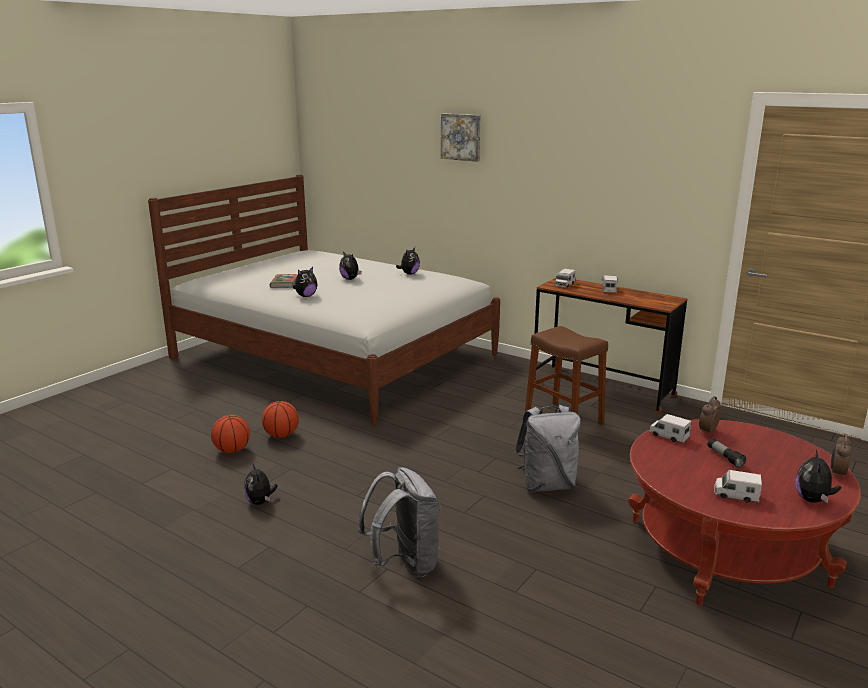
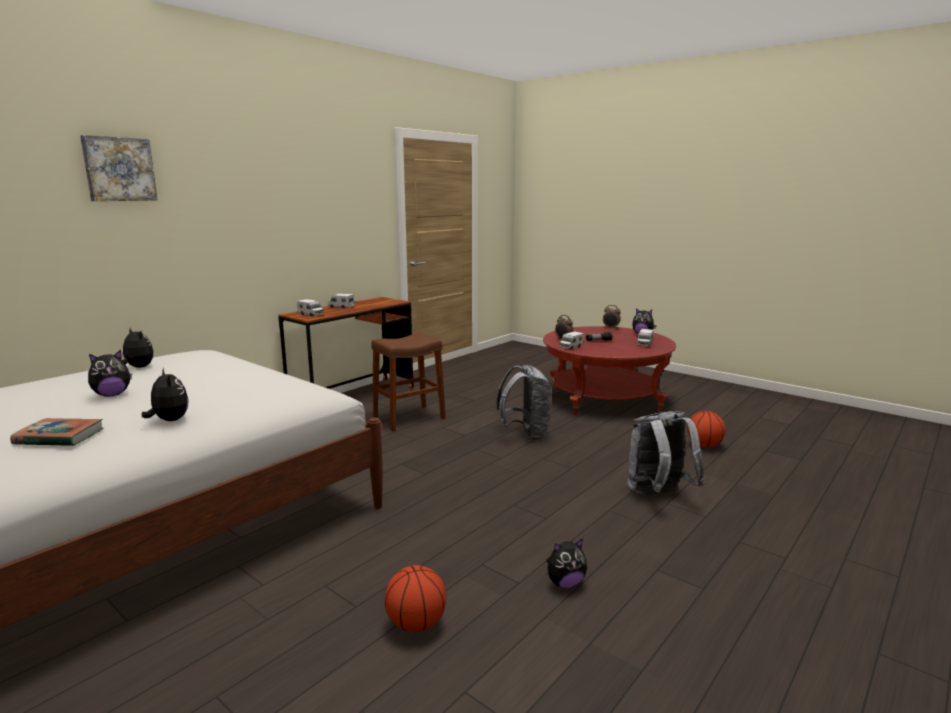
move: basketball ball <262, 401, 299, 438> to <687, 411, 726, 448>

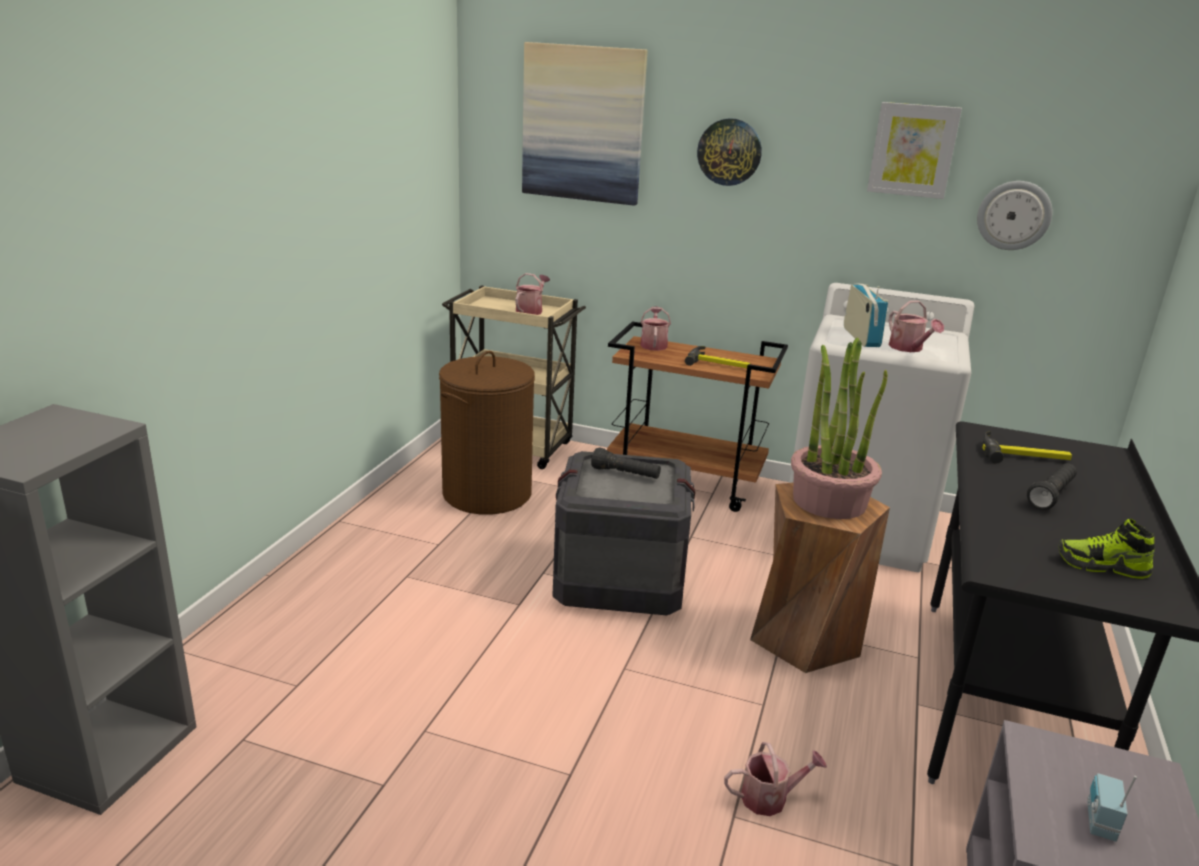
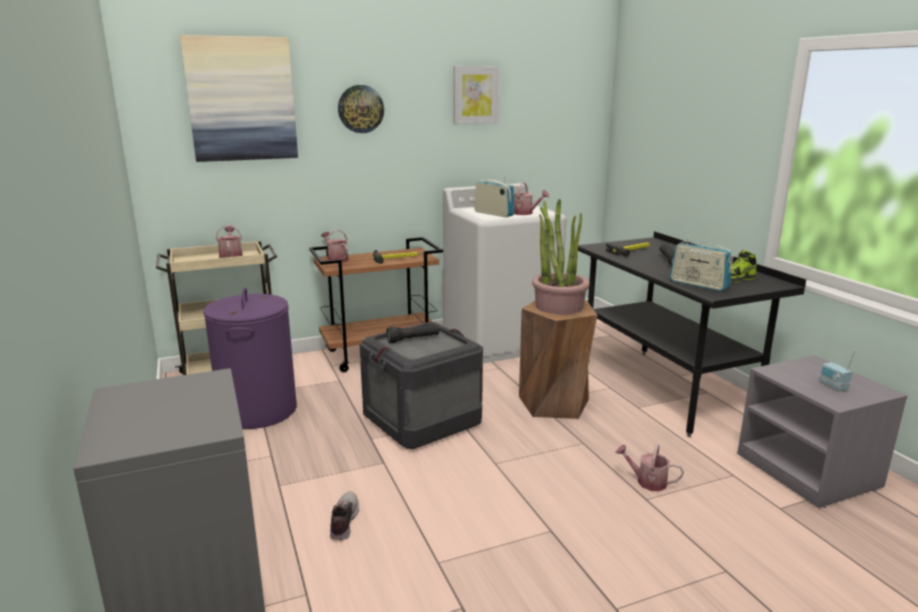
delete: clock on the wall <977, 181, 1052, 250>
insert: item of footwear <330, 491, 359, 540>; radio set <670, 236, 733, 292>
recolor: brownish hamper <439, 351, 535, 515> to purplish hamper <203, 288, 297, 429>
rotate: watering can <724, 742, 827, 816> = <615, 444, 684, 491> 105 degrees counterclockwise

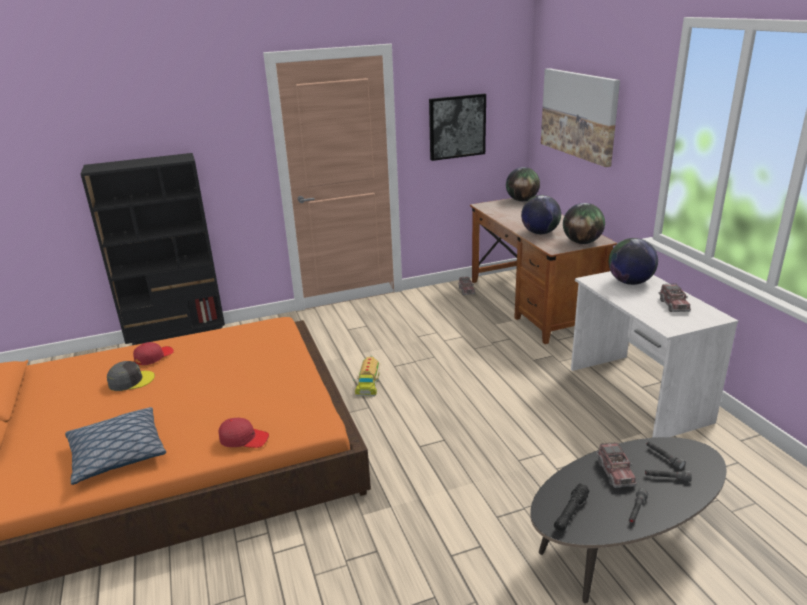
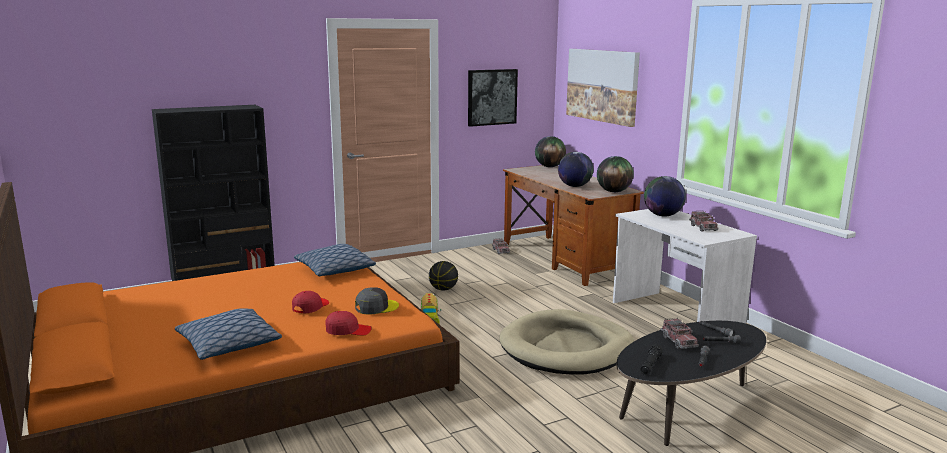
insert: pillow <294, 244, 376, 276>; basketball ball <429, 261, 458, 291>; beige pet bed <499, 309, 634, 375>
move: reddish cap <133, 342, 174, 365> to <292, 291, 329, 313>; gray cap <107, 361, 155, 391> to <355, 287, 399, 315>

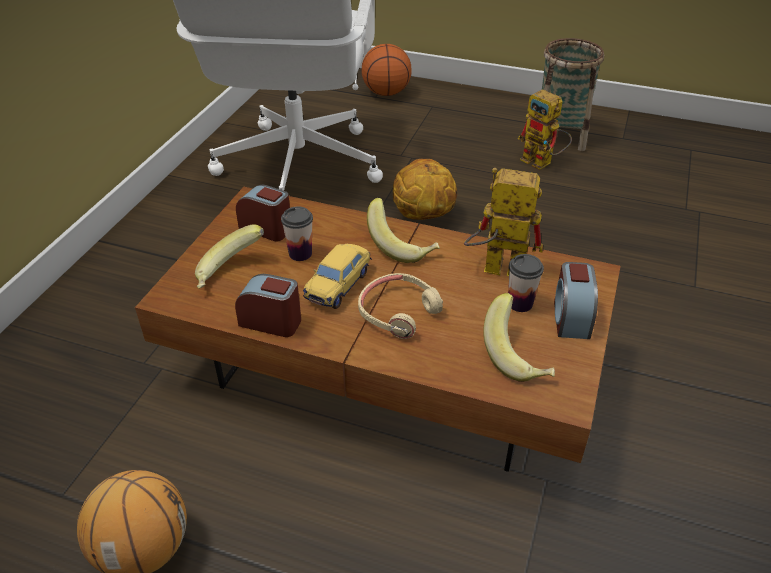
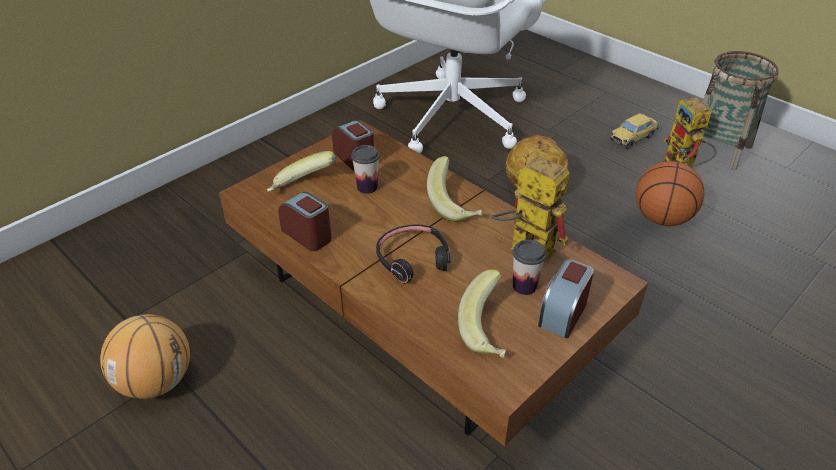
move: miniature car <303, 244, 372, 309> to <610, 113, 659, 149>; basketball ball <361, 44, 412, 96> to <636, 161, 704, 226>
recolor: beige pair of headphones <358, 273, 443, 339> to blackish pair of headphones <376, 224, 451, 284>

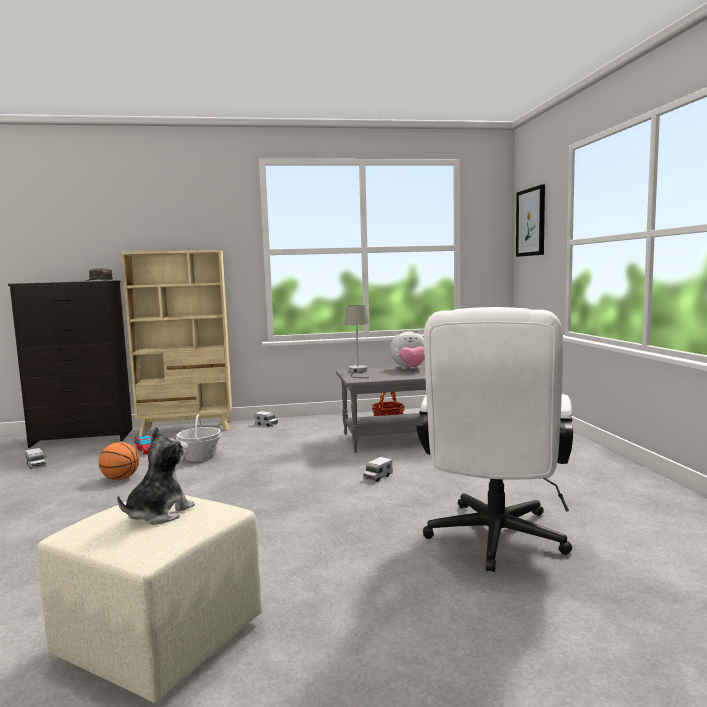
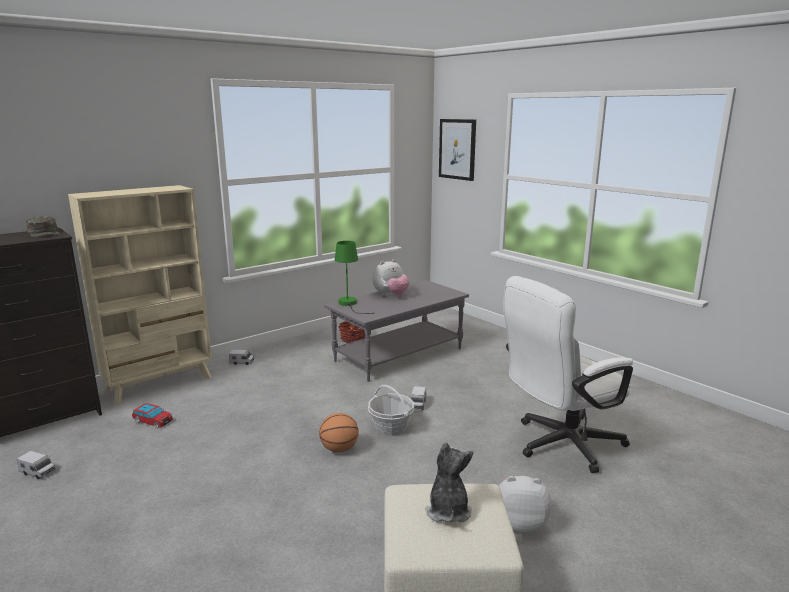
insert: plush toy <499, 476, 552, 532>
move: basketball ball <99, 442, 139, 480> to <319, 413, 359, 452>; household basket <176, 415, 221, 461> to <368, 385, 414, 436>
recolor: gray lamp for a table <344, 305, 369, 378> to greenish lamp for a table <335, 241, 373, 314>
rotate: whitish computer chair <416, 307, 573, 572> = <503, 276, 633, 473> 75 degrees clockwise

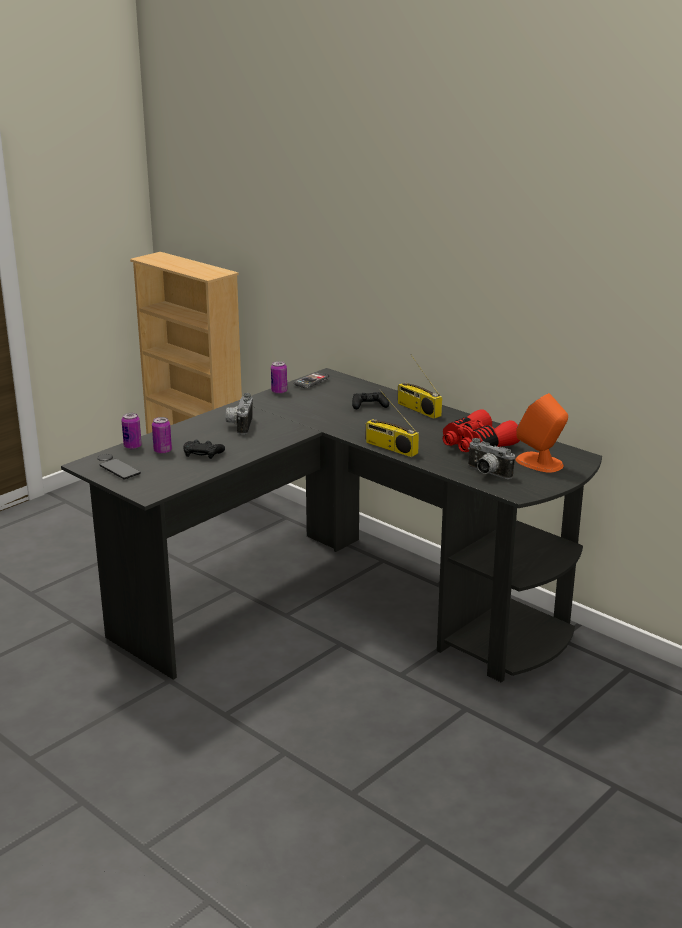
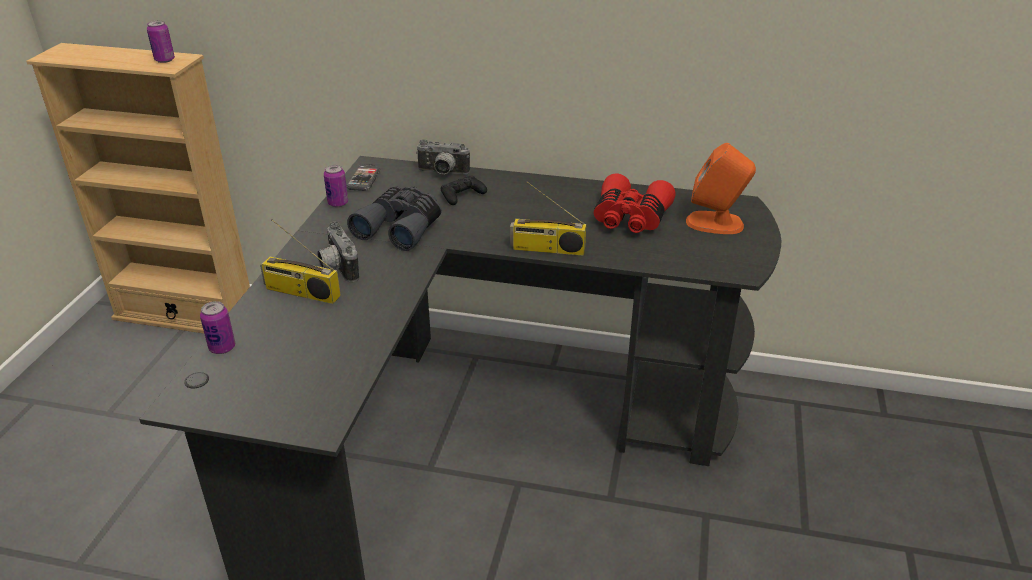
delete: phone <100, 459, 141, 479>; blackish joypad <183, 440, 225, 459>
insert: gray pair of binoculars <347, 186, 442, 251>
move: sealed can <152, 417, 172, 454> to <147, 21, 175, 63>; radio set <397, 355, 442, 419> to <260, 219, 341, 304>; photo camera <468, 438, 515, 479> to <416, 139, 470, 175>

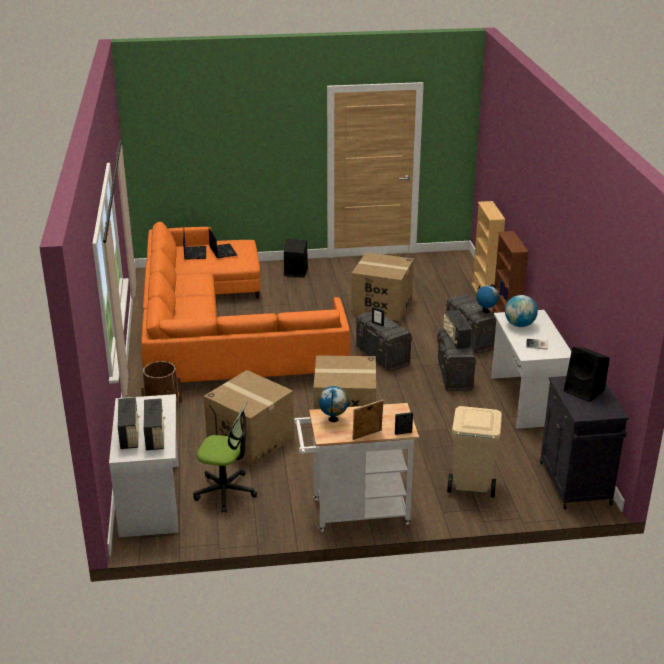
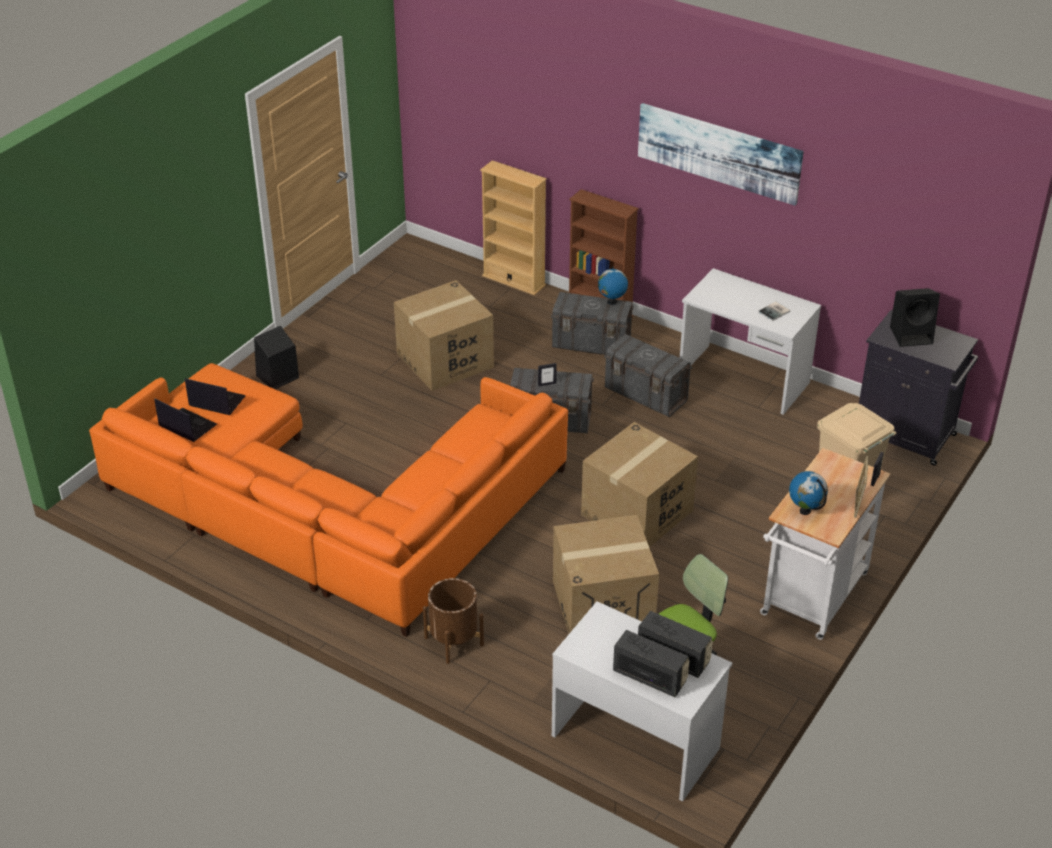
delete: radio set <443, 310, 472, 349>; globe <505, 295, 538, 327>
insert: picture <638, 103, 804, 206>

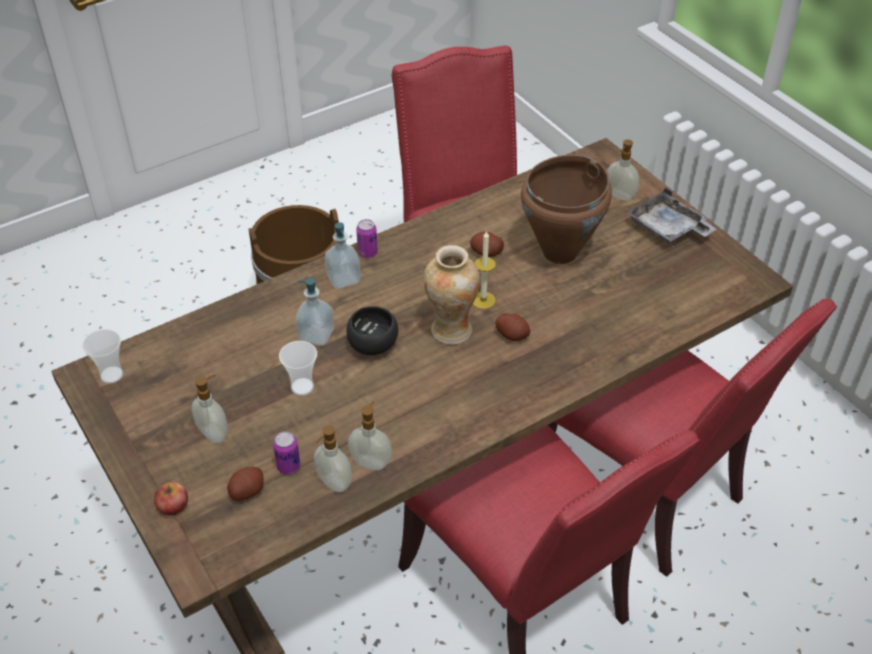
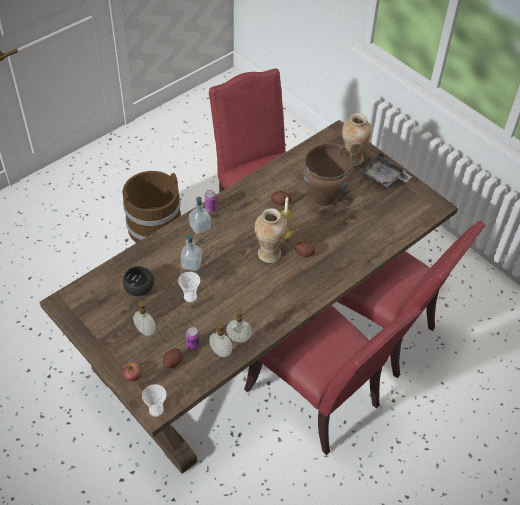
move: blackish serving bowl <347, 306, 398, 355> to <123, 266, 154, 296>; small cup <82, 329, 123, 384> to <142, 384, 167, 417>
replace: soap bottle <607, 140, 639, 201> to decorative vase <342, 113, 372, 166>

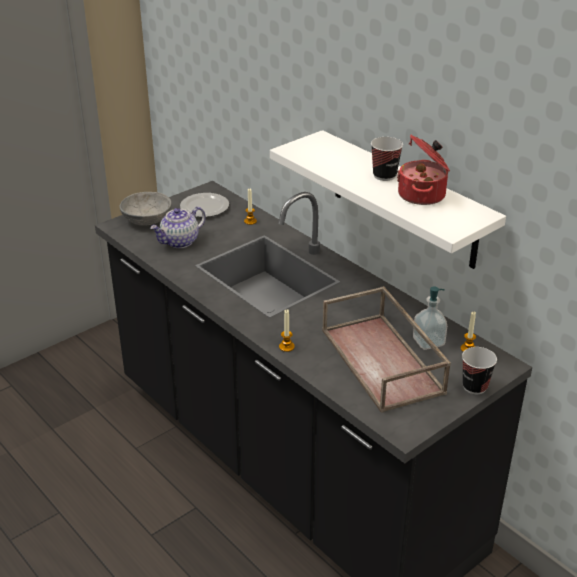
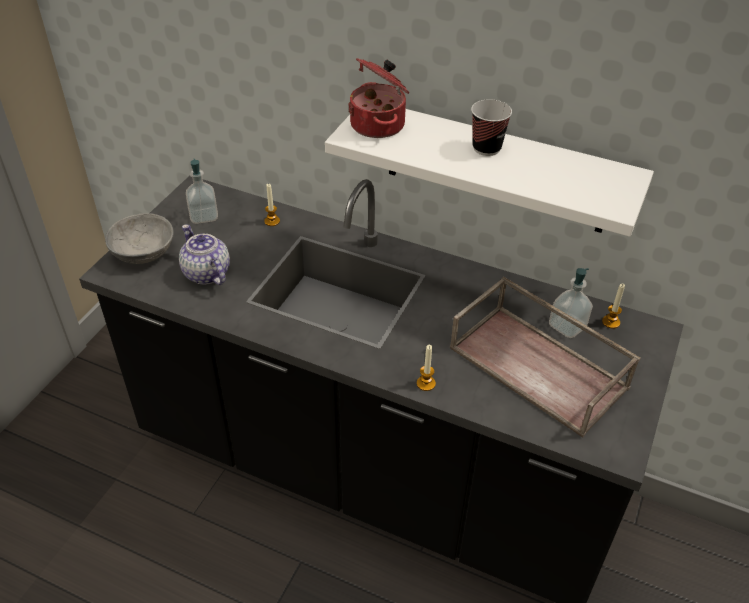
delete: small cup <462, 347, 497, 394>
move: cooking pot <397, 135, 450, 205> to <348, 58, 409, 138>
replace: plate <180, 193, 229, 217> to soap bottle <186, 159, 218, 224>
rotate: teapot <150, 207, 206, 248> = <179, 224, 230, 285> 120 degrees clockwise

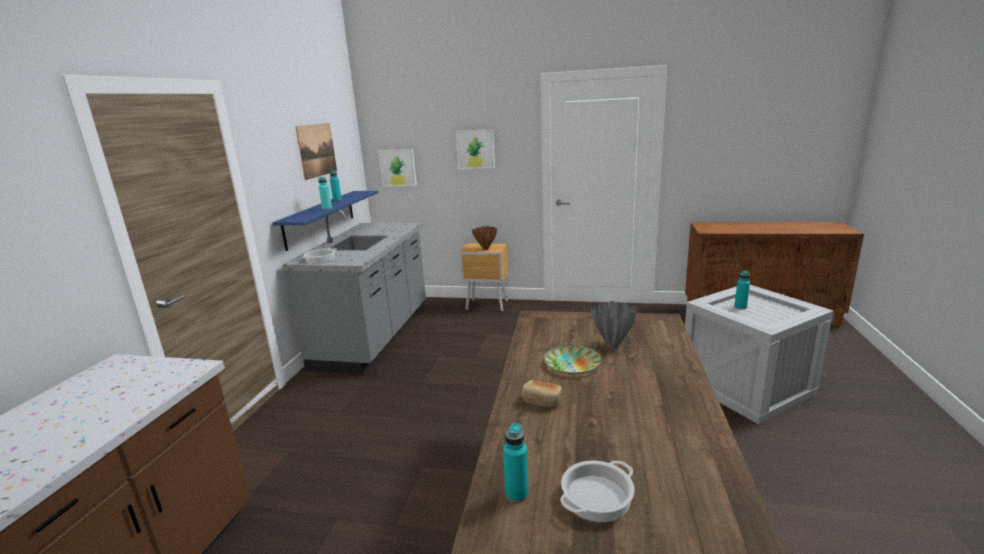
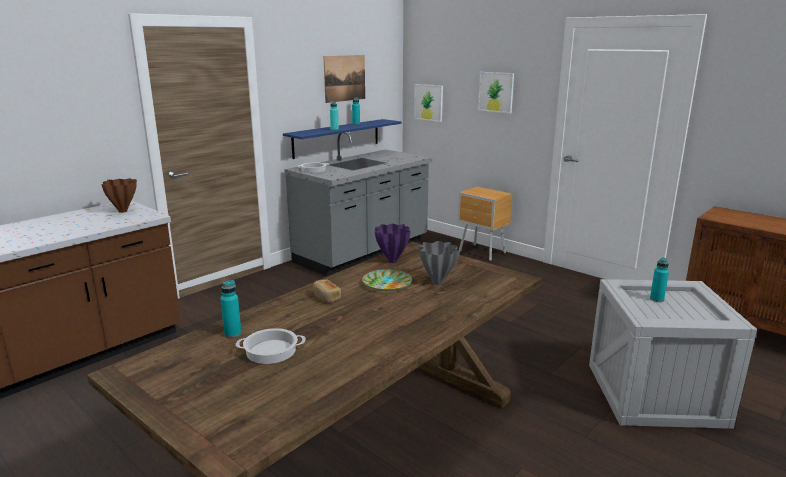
insert: purplish decorative vase <375, 224, 410, 263>
move: brownish decorative vase <472, 226, 497, 250> to <101, 178, 137, 213>

